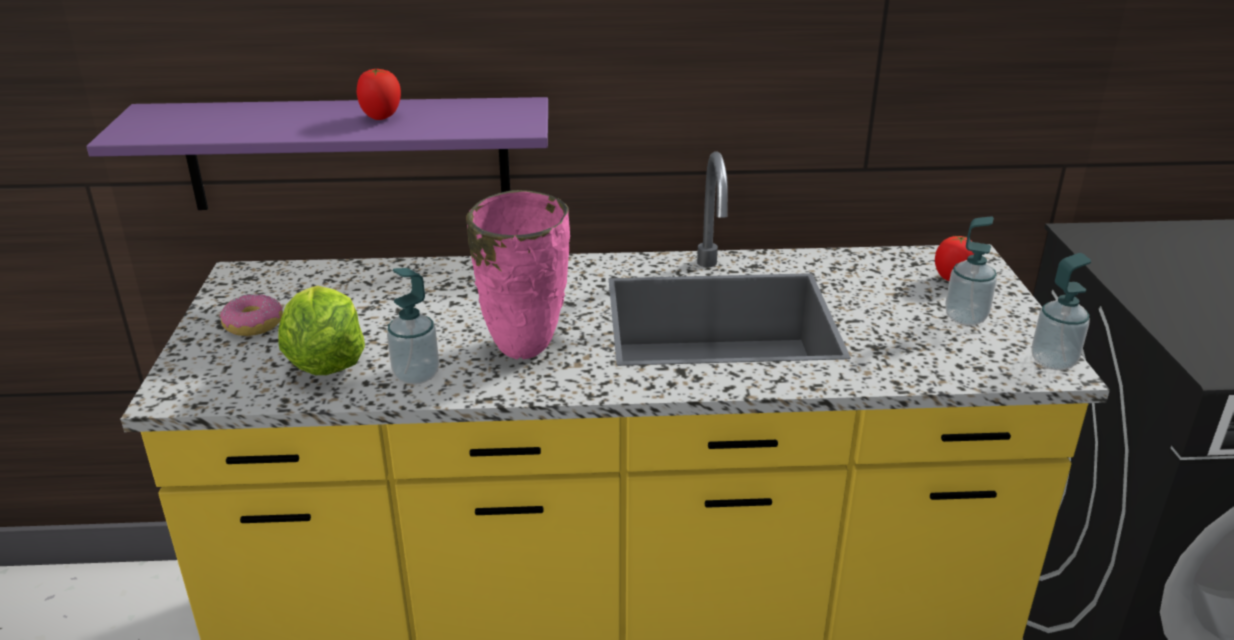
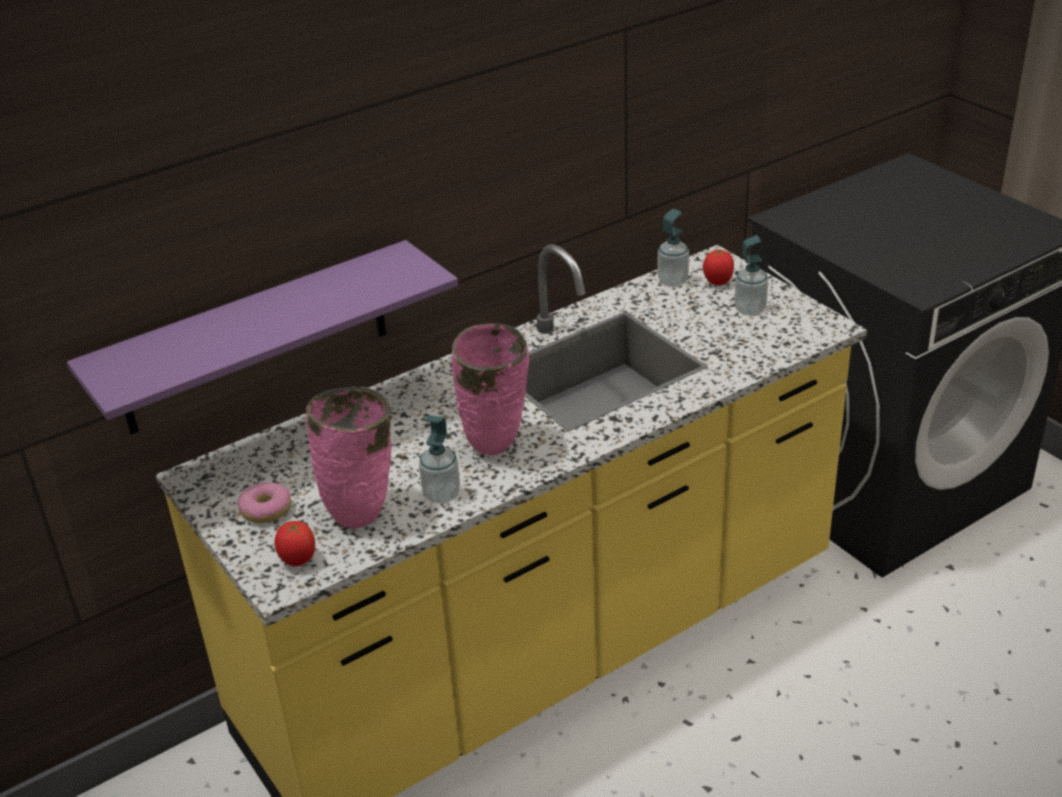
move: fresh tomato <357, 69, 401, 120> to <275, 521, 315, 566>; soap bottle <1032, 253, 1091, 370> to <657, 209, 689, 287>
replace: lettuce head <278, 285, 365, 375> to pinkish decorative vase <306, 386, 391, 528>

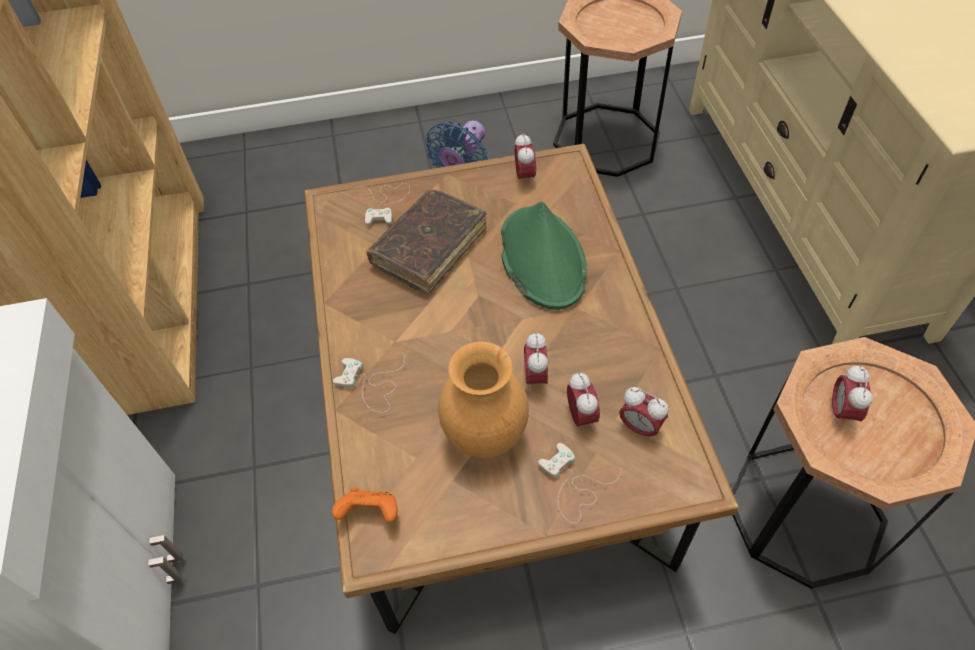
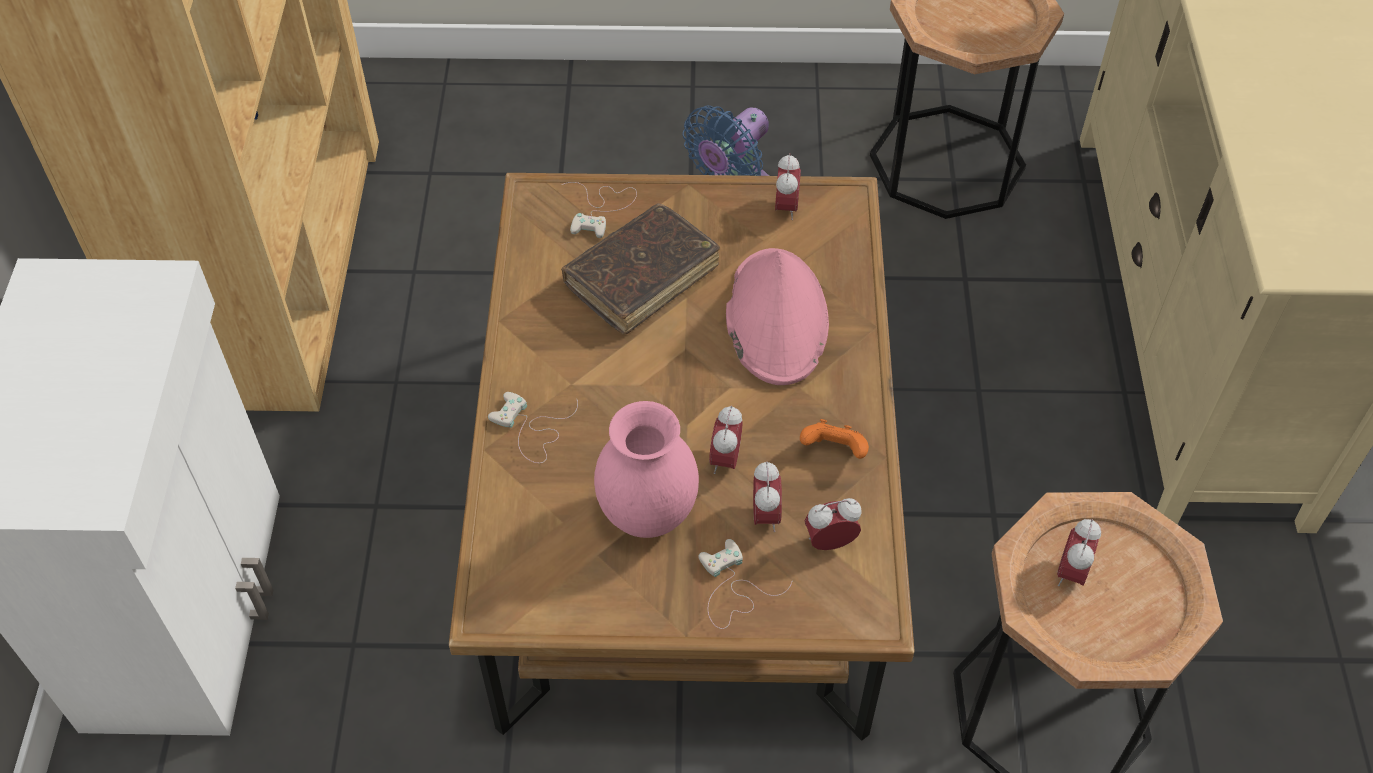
move: orange joypad <332, 488, 397, 523> to <800, 419, 869, 459>
recolor: brownish decorative vase <438, 341, 529, 459> to pinkish decorative vase <594, 401, 699, 538>; greenish hat <501, 201, 587, 310> to pinkish hat <726, 248, 829, 385>
rotate: table clock <619, 387, 668, 441> = <805, 498, 862, 550> 120 degrees clockwise

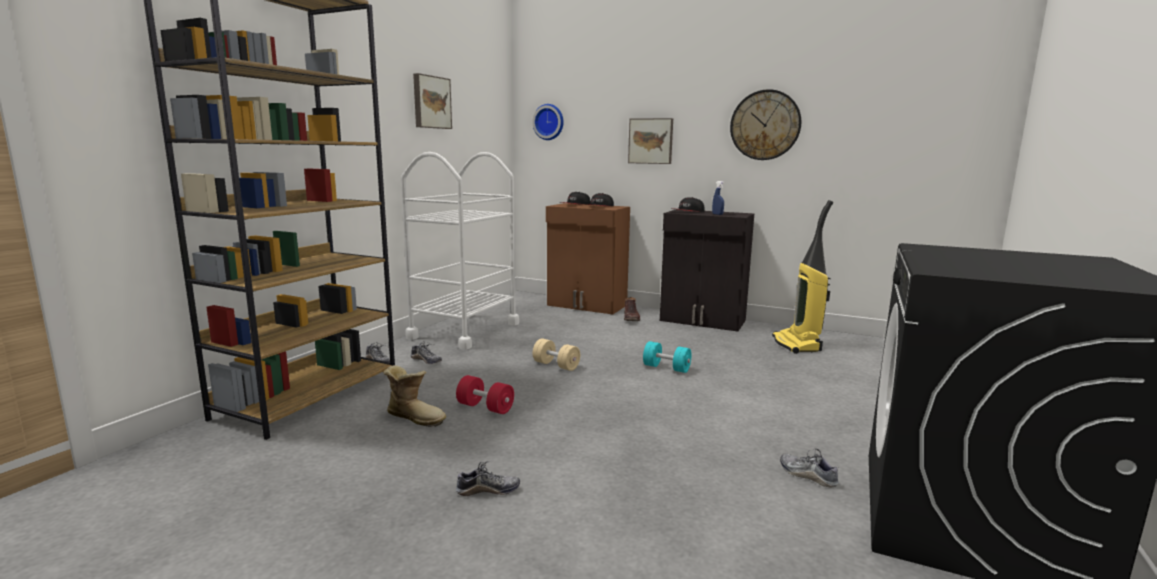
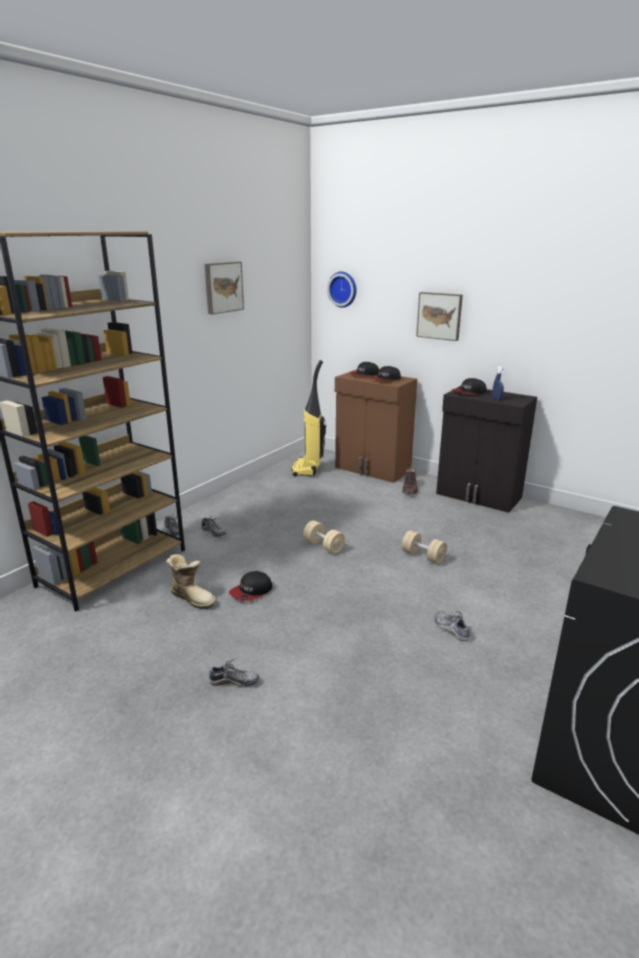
delete: whitish cart <401, 152, 519, 350>; clock on the wall <730, 89, 801, 160>
move: vacuum cleaner <772, 200, 833, 354> to <292, 360, 326, 477>; item of footwear <780, 448, 839, 487> to <435, 611, 470, 641>
replace: reddish dumbbell <456, 375, 514, 414> to cap <229, 571, 272, 601>
recolor: blue-green dumbbell <643, 341, 692, 373> to beige dumbbell <402, 530, 447, 564>

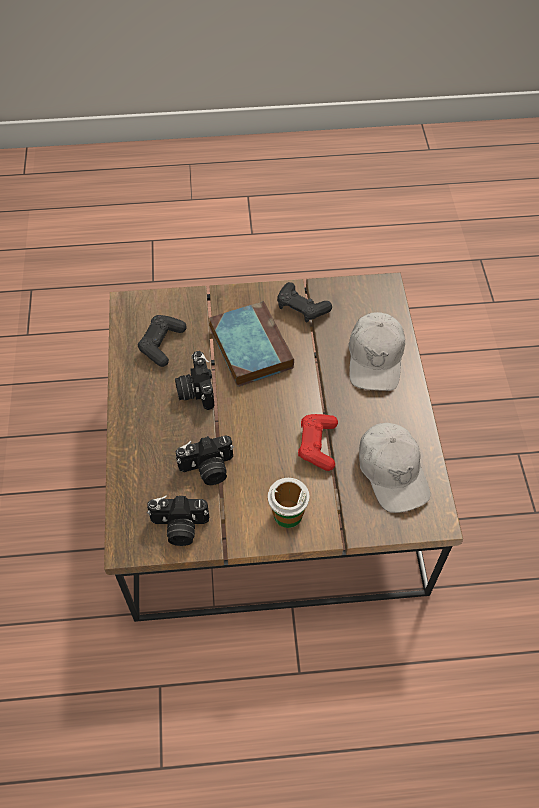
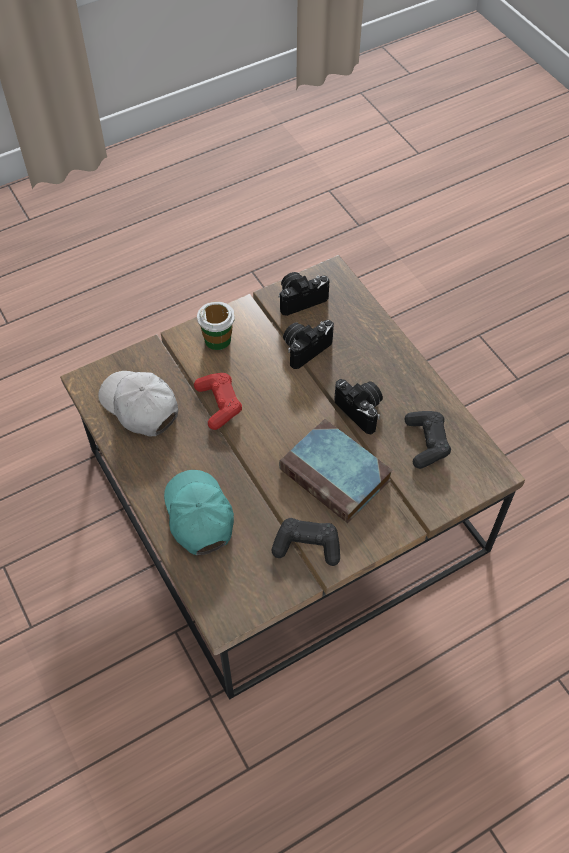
recolor: whitish cap <348, 312, 405, 391> to blue-green cap <164, 470, 234, 555>

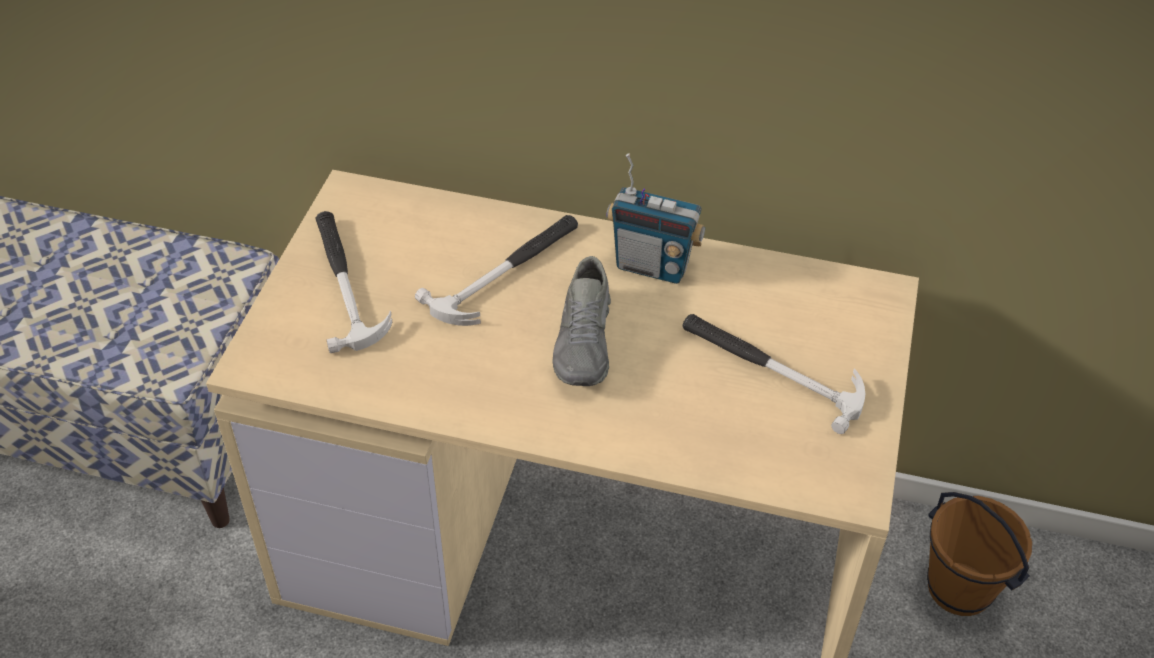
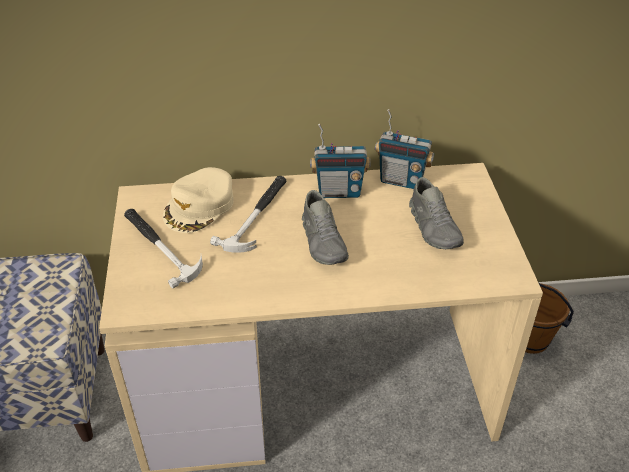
insert: beige cap <163, 167, 234, 233>; radio set <375, 109, 434, 189>
replace: hammer <682, 314, 865, 434> to gray item of footwear <409, 177, 464, 249>

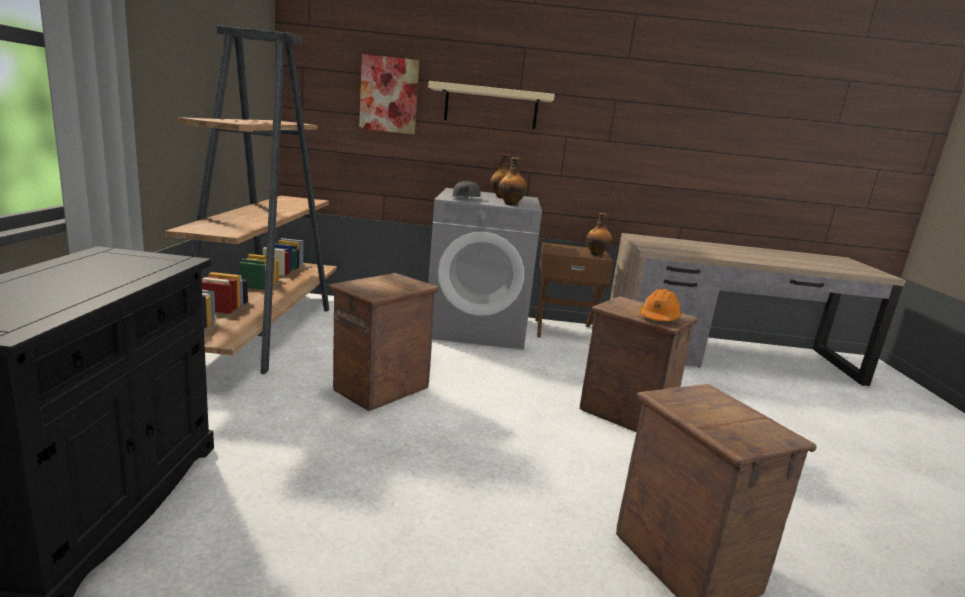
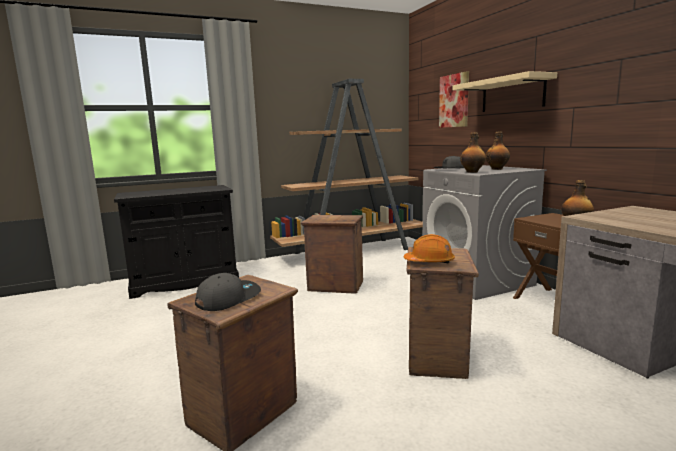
insert: gray cap <195, 273, 261, 311>

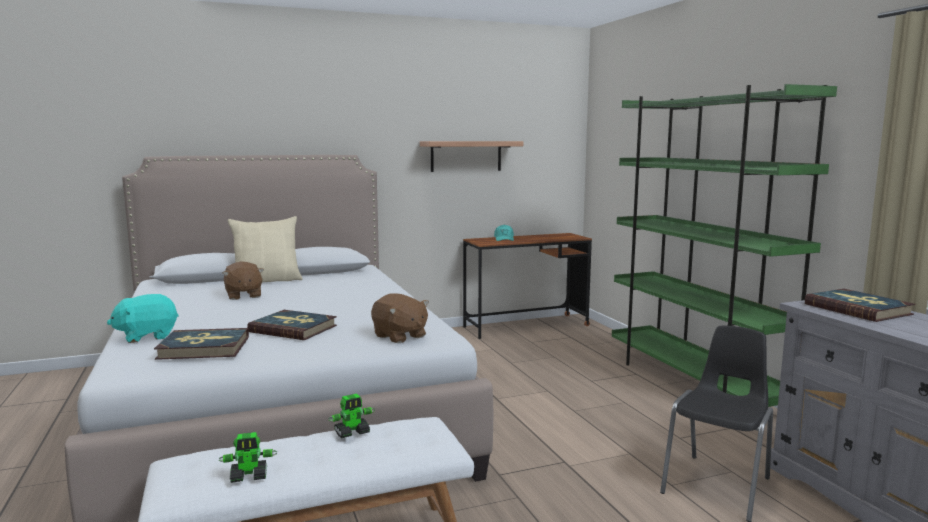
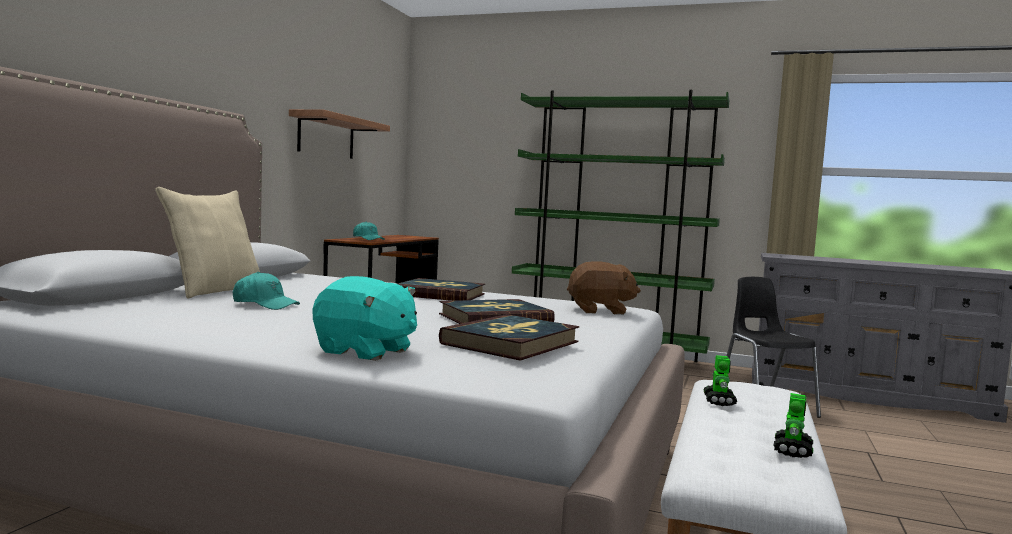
move: bound book <805, 289, 915, 322> to <398, 278, 485, 301>
replace: brownish plush toy <223, 261, 264, 300> to blue-green cap <233, 272, 300, 310>
rotate: blue-green plush toy <107, 294, 179, 343> = <313, 276, 417, 361> 75 degrees counterclockwise

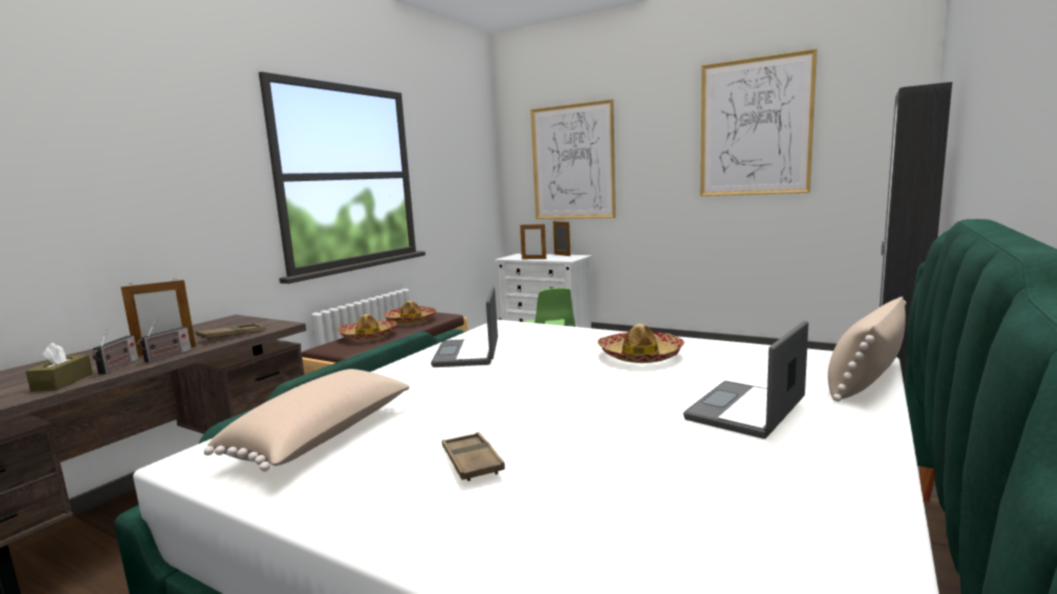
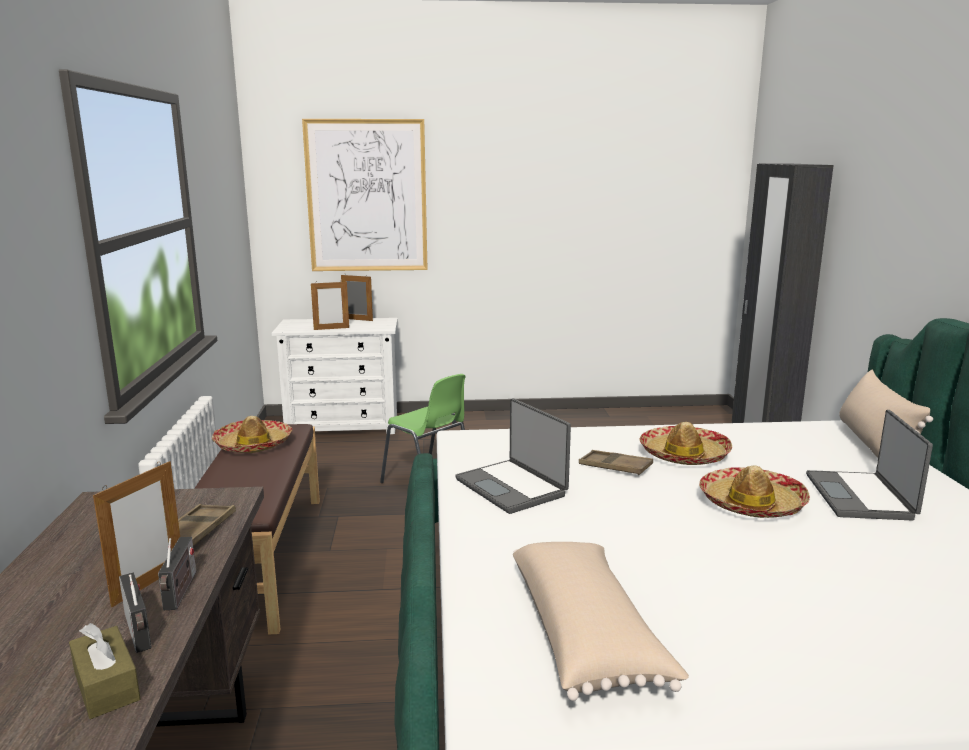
delete: picture <700, 49, 817, 196>
move: brownish tray <442, 432, 505, 481> to <579, 450, 653, 475>; hat <338, 314, 397, 340> to <699, 465, 810, 518>

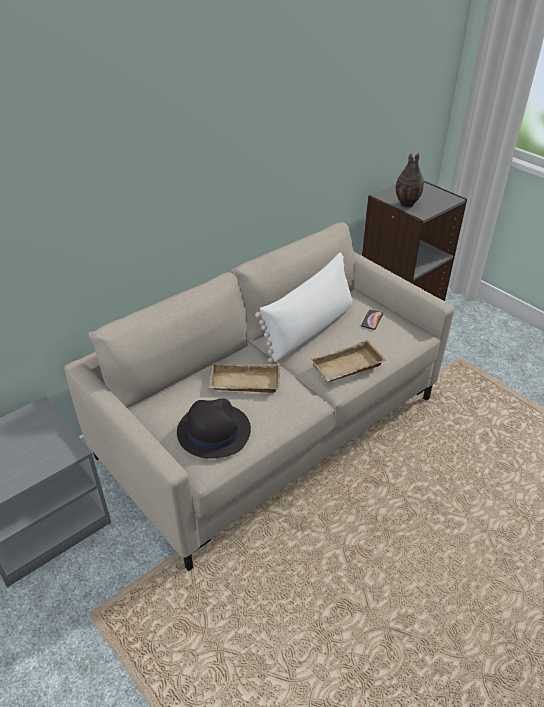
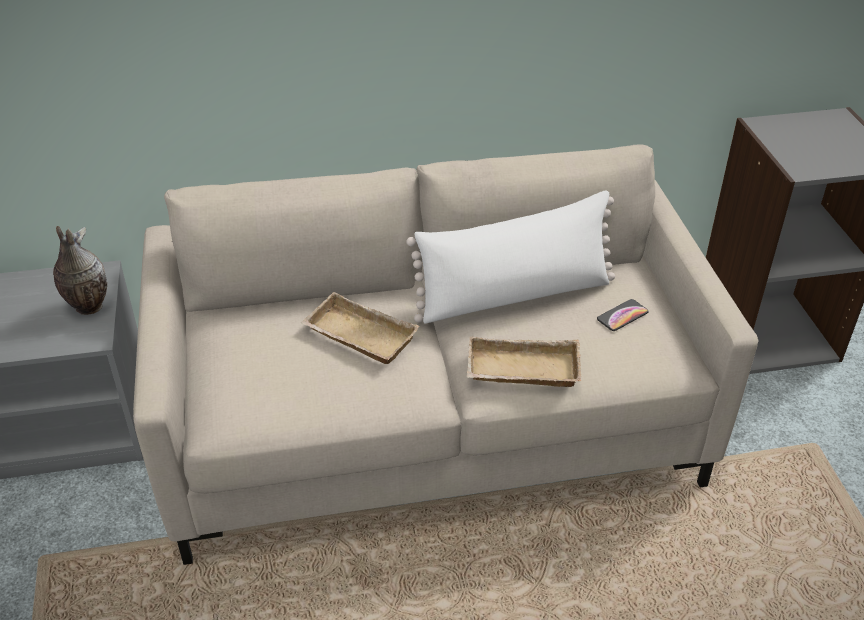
delete: blackish hat <177, 398, 251, 459>
move: decorative vase <395, 153, 424, 208> to <53, 226, 107, 315>

